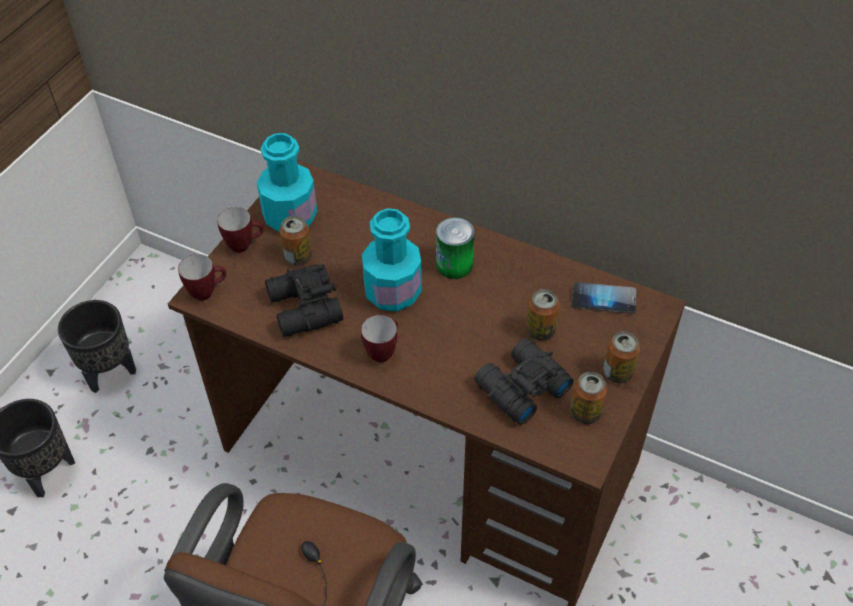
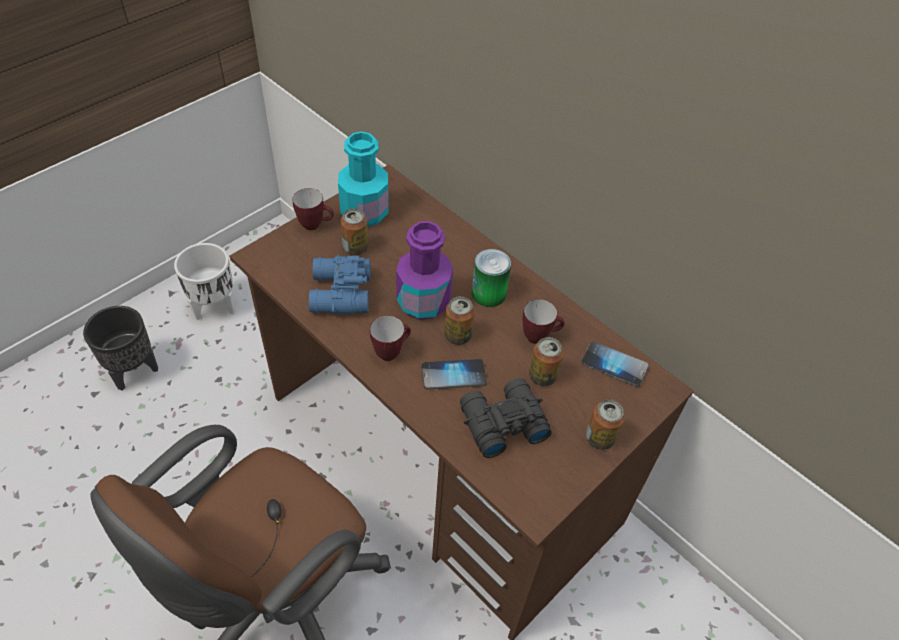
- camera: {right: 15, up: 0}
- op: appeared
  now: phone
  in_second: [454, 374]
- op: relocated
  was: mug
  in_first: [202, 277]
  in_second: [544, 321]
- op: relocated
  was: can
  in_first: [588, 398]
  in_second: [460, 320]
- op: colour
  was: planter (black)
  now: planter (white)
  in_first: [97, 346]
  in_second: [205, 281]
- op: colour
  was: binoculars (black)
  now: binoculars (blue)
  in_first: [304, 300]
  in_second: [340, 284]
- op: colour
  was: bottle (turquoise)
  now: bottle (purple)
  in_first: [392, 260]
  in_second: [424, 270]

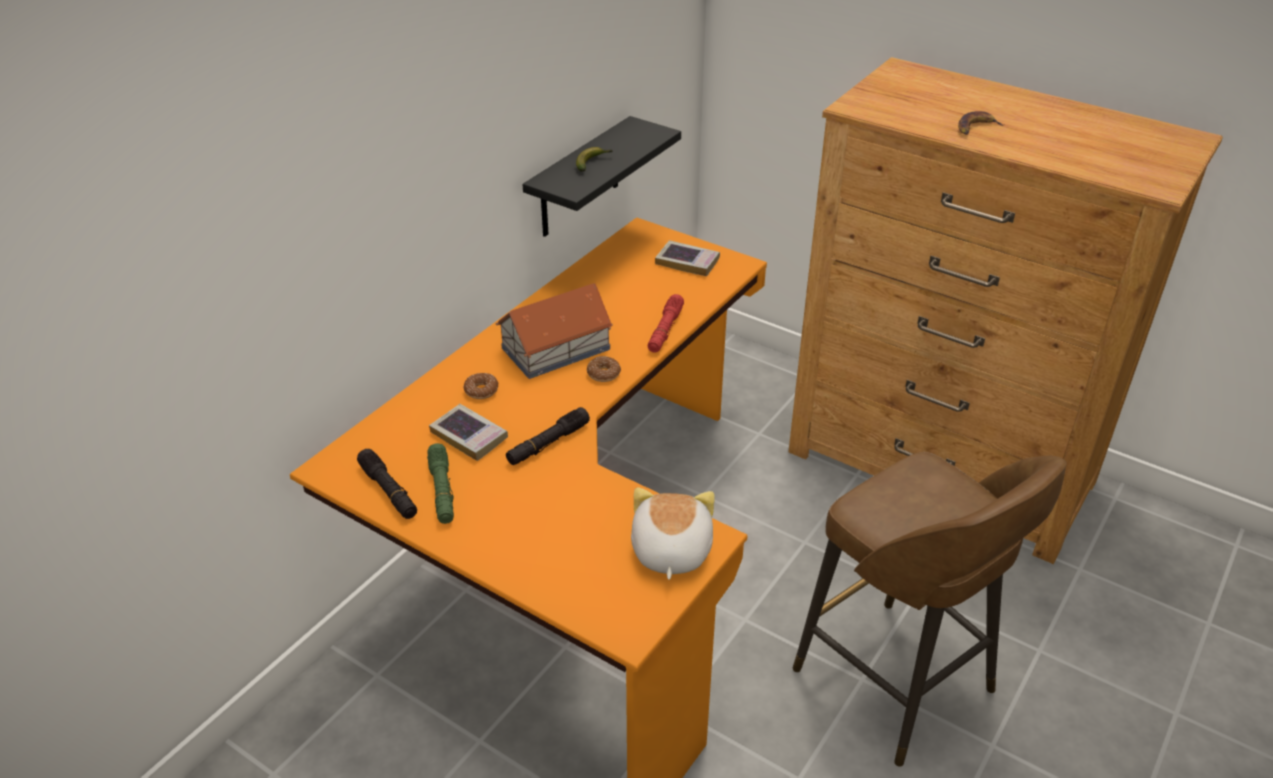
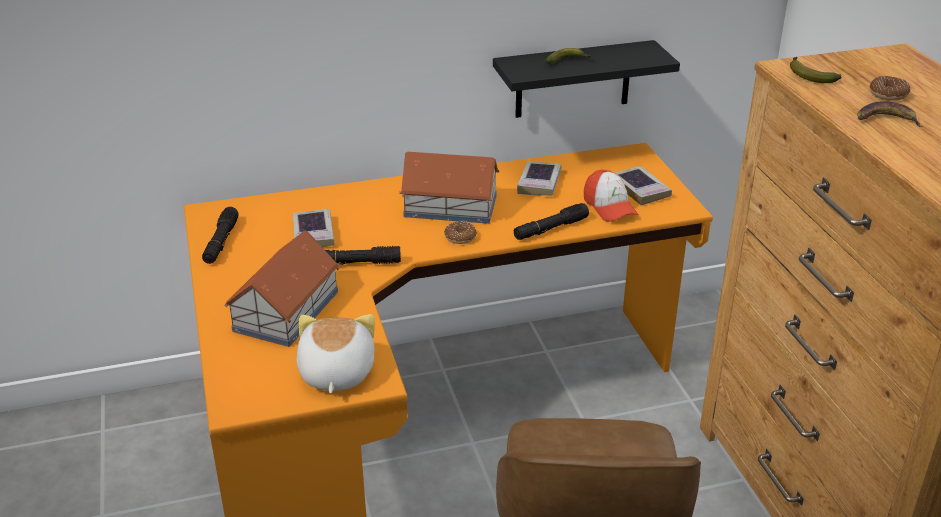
- camera: {right: 40, up: -5}
- op: missing
  was: flashlight (green)
  in_first: [440, 483]
- op: appeared
  now: toy house
  in_second: [281, 288]
- op: appeared
  now: book
  in_second: [539, 178]
- op: appeared
  now: cap
  in_second: [611, 196]
- op: appeared
  now: banana
  in_second: [816, 70]
- op: relocated
  was: donut
  in_first: [480, 386]
  in_second: [890, 88]
- op: colour
  was: flashlight (red)
  now: flashlight (black)
  in_first: [666, 323]
  in_second: [551, 221]
- op: spun
  was: plush toy
  in_first: [673, 533]
  in_second: [335, 354]
  clockwise: -45

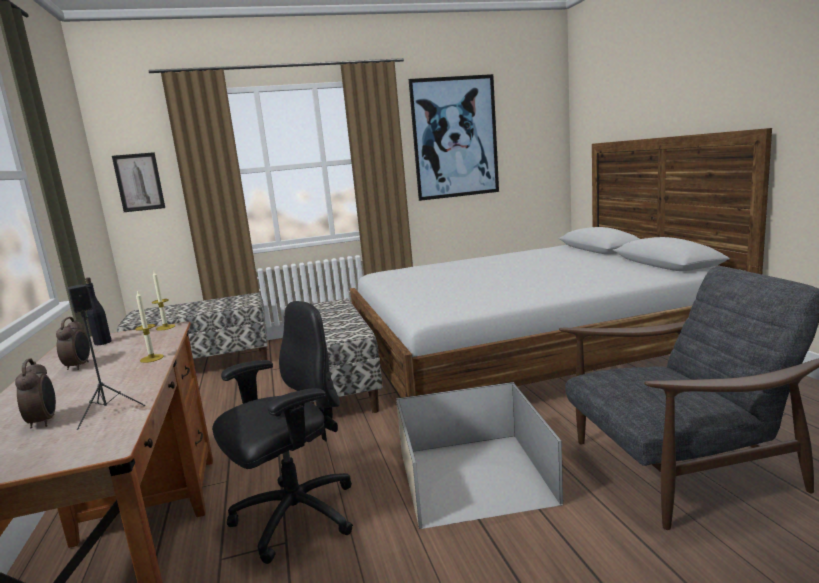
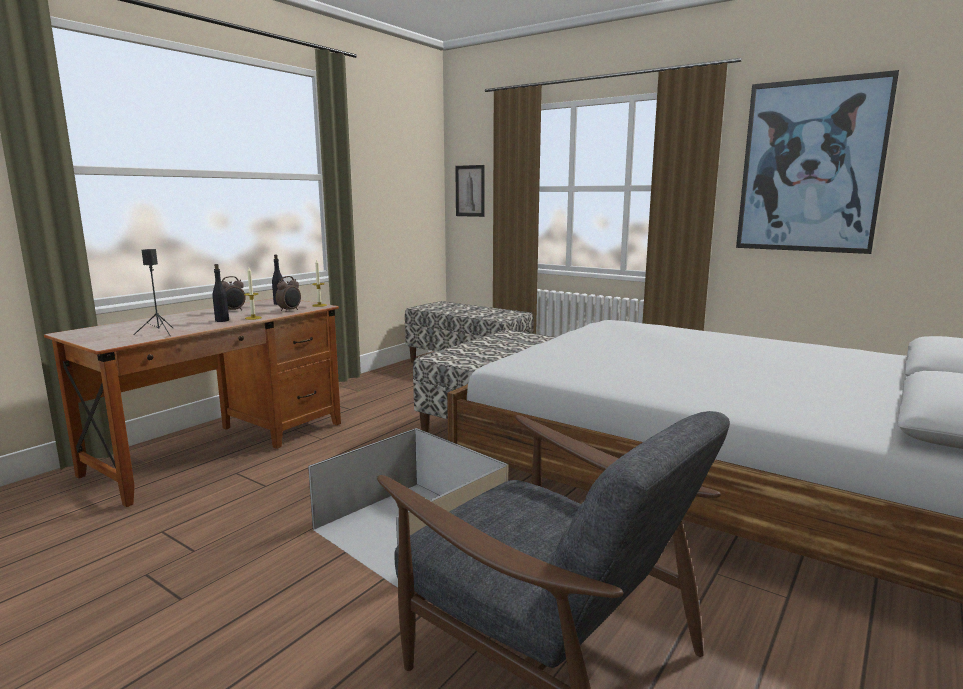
- camera: {right: 50, up: 0}
- op: missing
  was: office chair (black)
  in_first: [282, 432]
- op: appeared
  now: bottle (black)
  in_second: [221, 293]
- op: relocated
  was: alarm clock
  in_first: [35, 393]
  in_second: [288, 294]

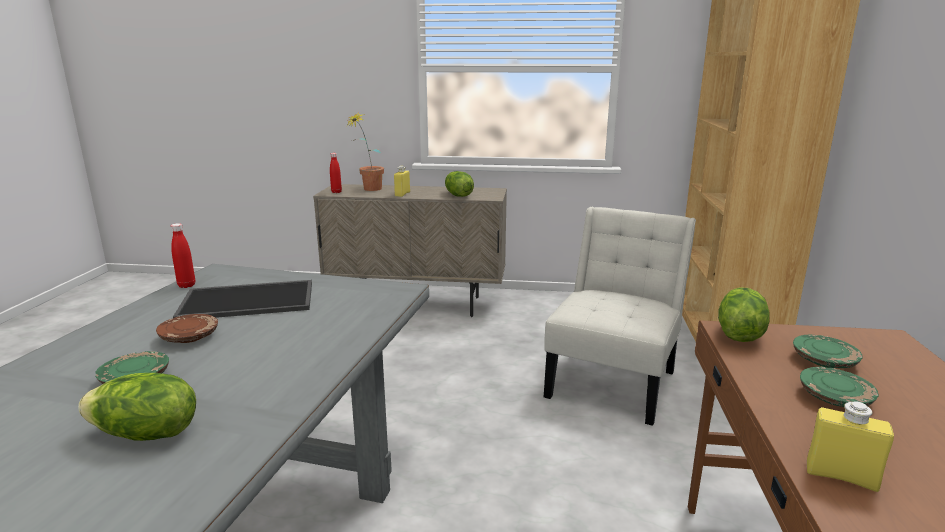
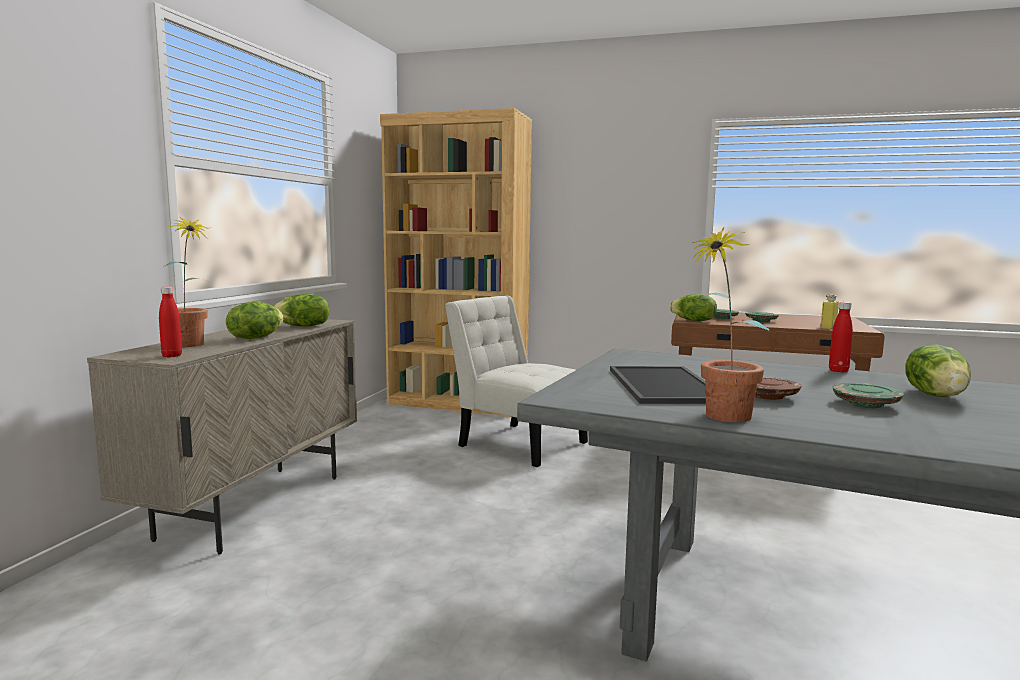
- camera: {right: -80, up: -10}
- op: appeared
  now: potted plant
  in_second: [730, 324]
- op: relocated
  was: bottle (red)
  in_first: [183, 255]
  in_second: [841, 337]
- op: exchanged
  was: bottle (yellow)
  now: lettuce
  in_first: [402, 181]
  in_second: [255, 320]

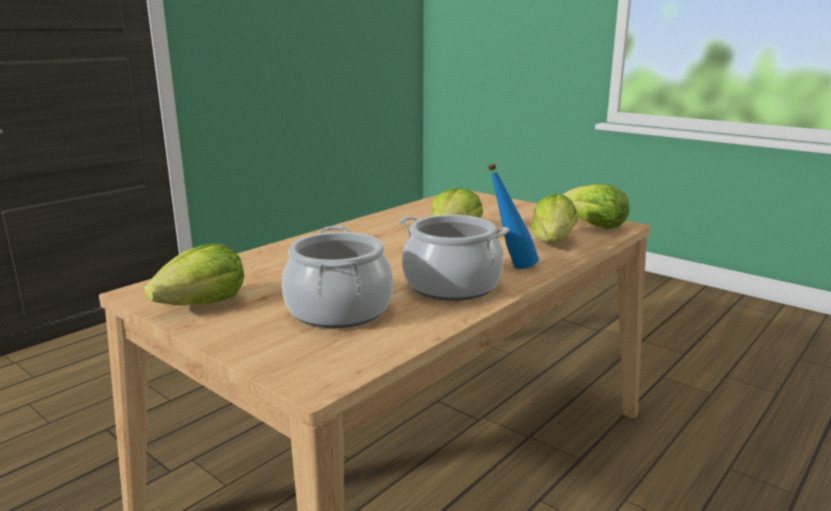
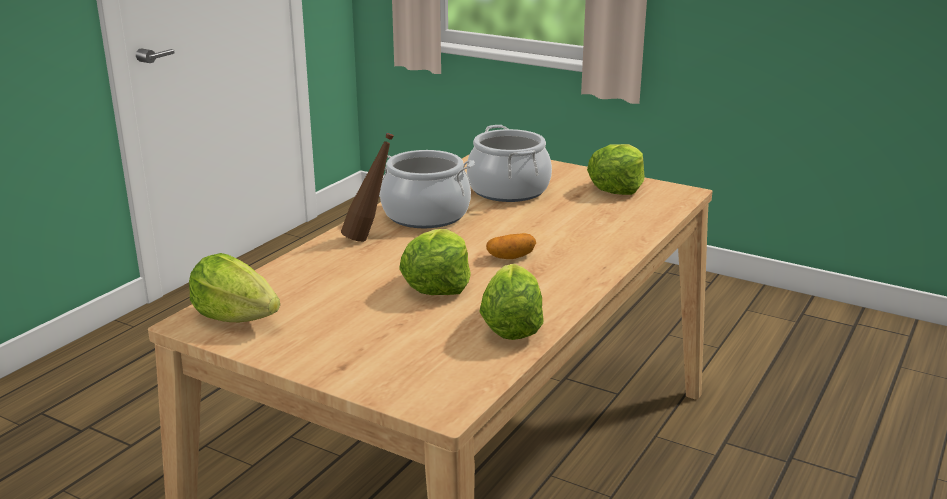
- camera: {right: 170, up: 5}
- op: appeared
  now: potato
  in_second: [511, 246]
- op: relocated
  was: lettuce
  in_first: [555, 218]
  in_second: [511, 302]
- op: colour
  was: bottle (blue)
  now: bottle (brown)
  in_first: [513, 216]
  in_second: [367, 187]

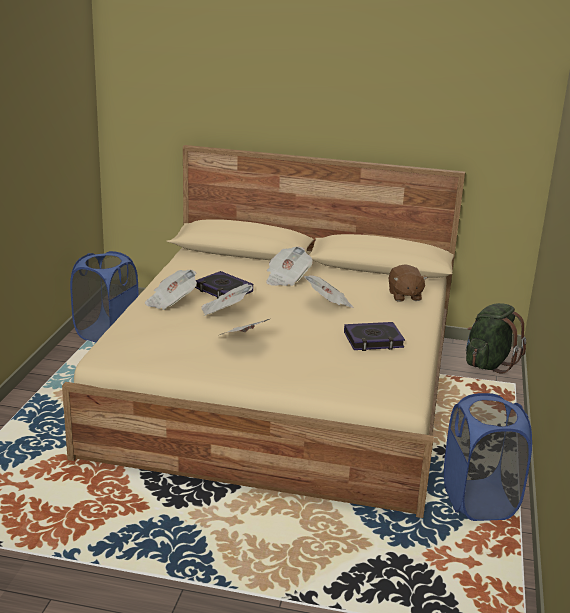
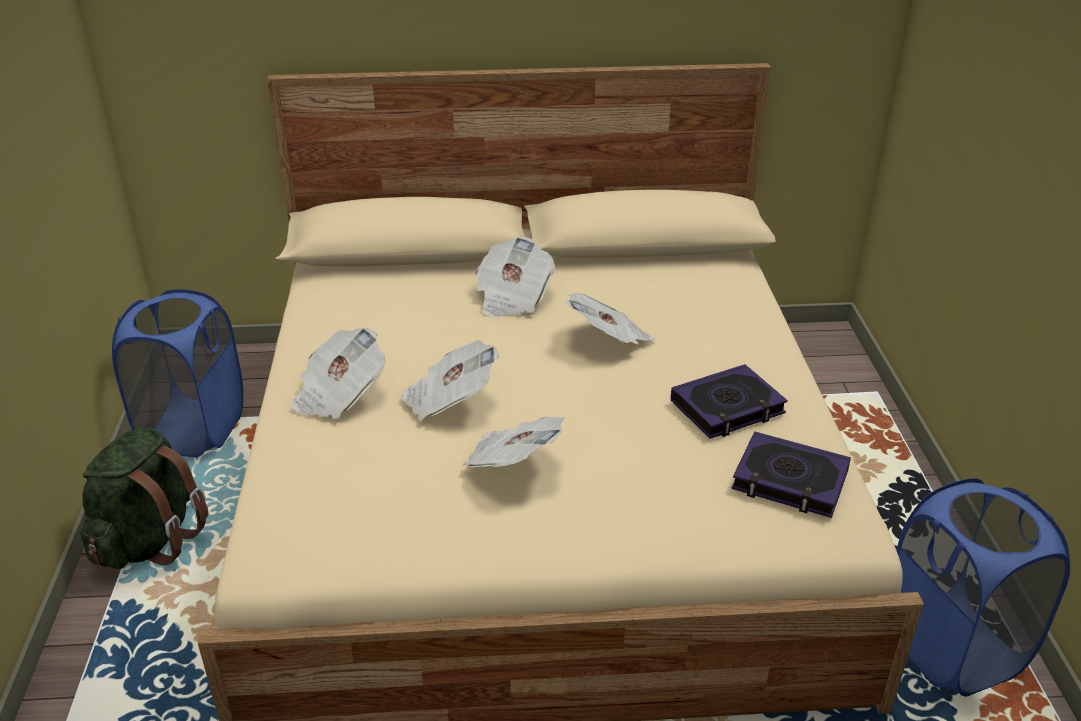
- camera: {right: -15, up: 10}
- op: missing
  was: plush toy (brown)
  in_first: [408, 283]
- op: relocated
  was: book
  in_first: [224, 285]
  in_second: [791, 475]
- op: relocated
  was: backpack (green)
  in_first: [496, 338]
  in_second: [145, 498]

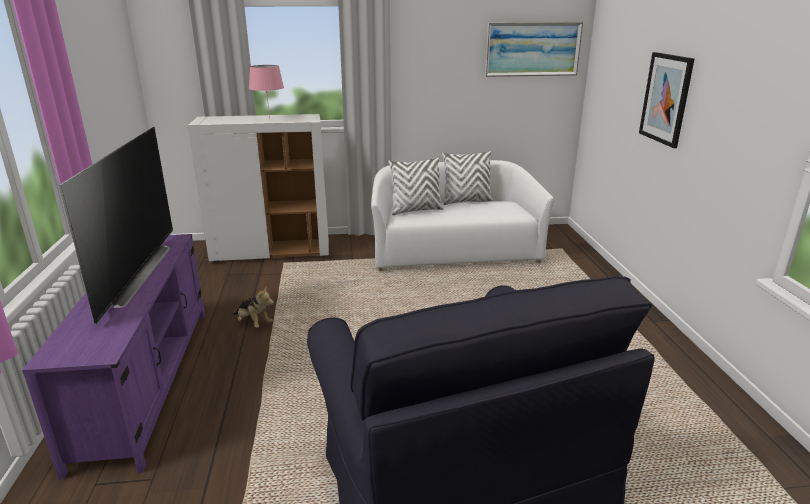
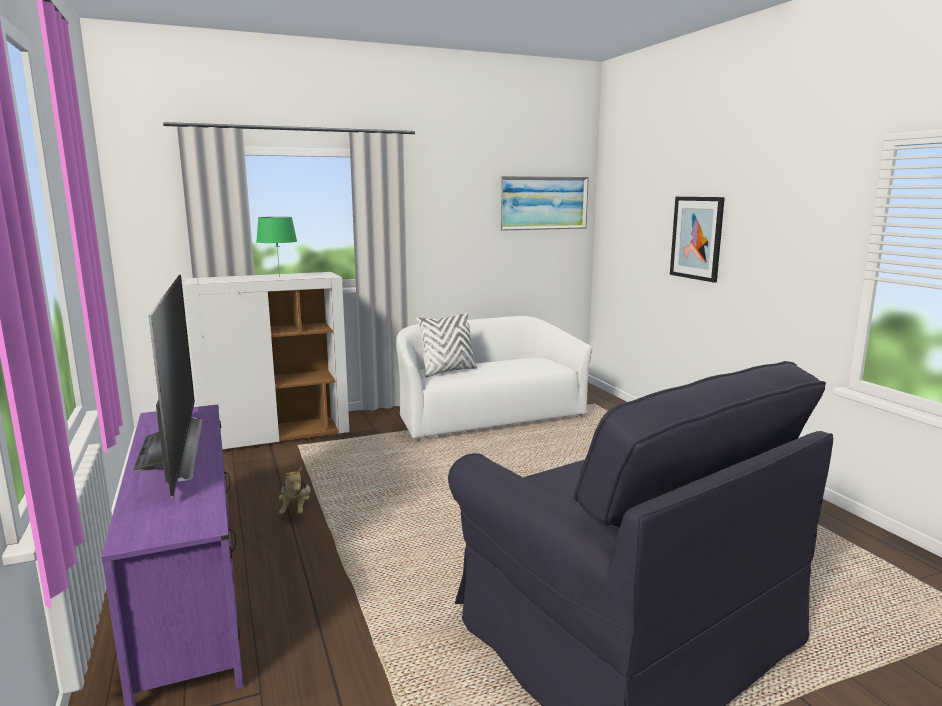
- camera: {right: -15, up: -10}
- op: missing
  was: pillow (white)
  in_first: [467, 178]
- op: colour
  was: table lamp (pink)
  now: table lamp (green)
  in_first: [266, 92]
  in_second: [277, 247]
- op: spun
  was: plush toy
  in_first: [253, 307]
  in_second: [294, 490]
  clockwise: 60

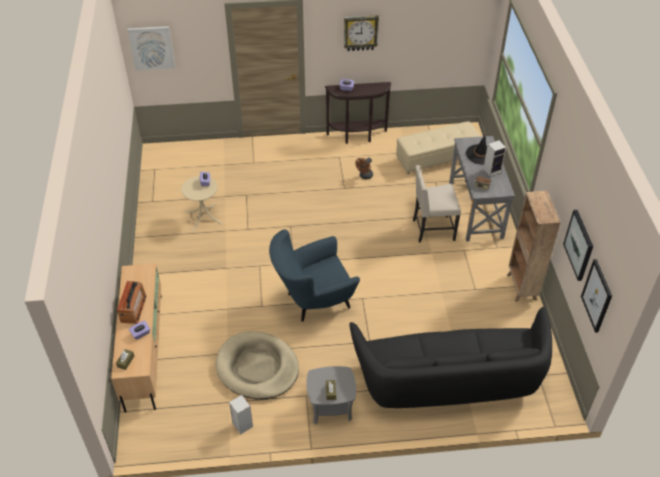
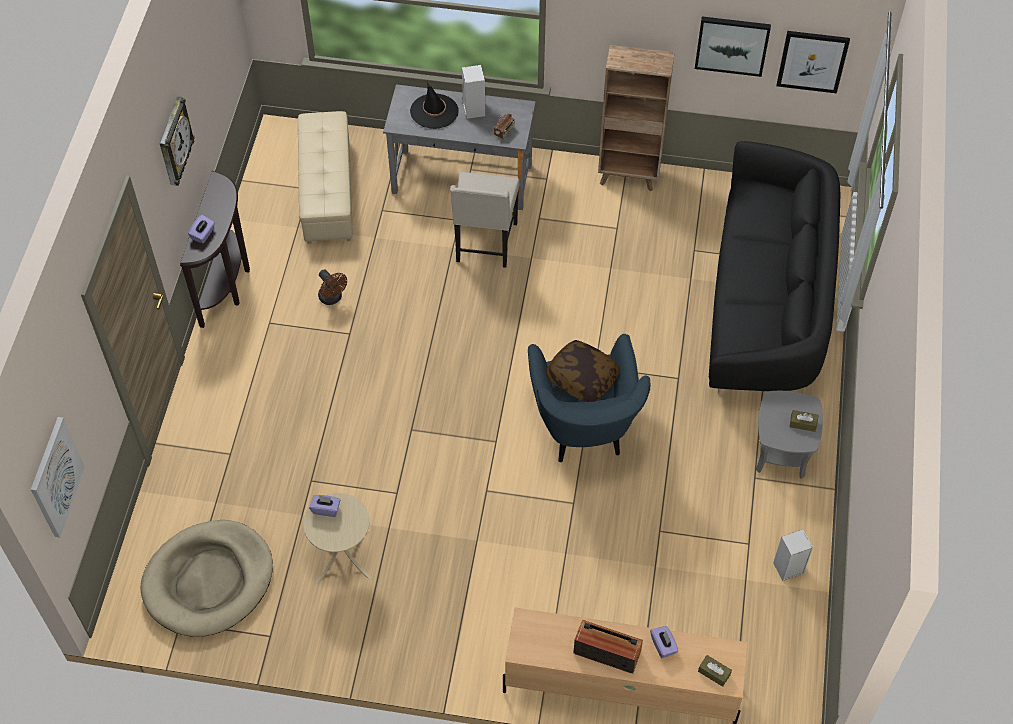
- camera: {right: -75, up: 10}
- op: appeared
  now: pillow
  in_second: [583, 371]
- op: relocated
  was: dog bed (beige)
  in_first: [257, 365]
  in_second: [206, 578]

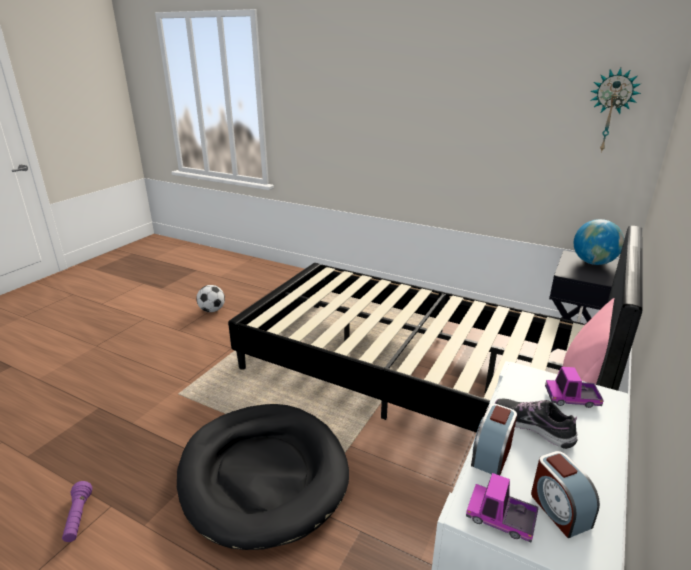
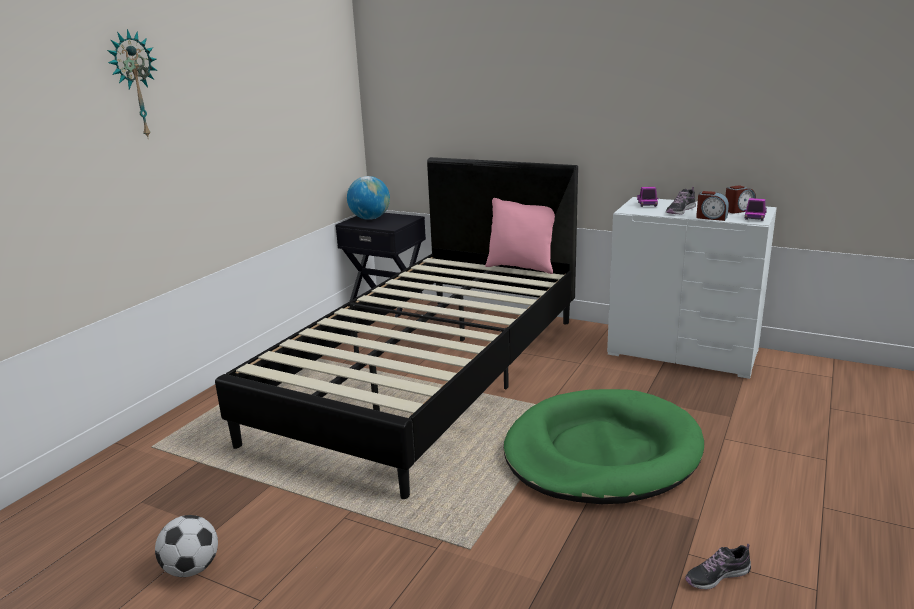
- camera: {right: -90, up: -5}
- op: relocated
  was: wall clock
  in_first: [615, 110]
  in_second: [132, 83]
- op: exchanged
  was: flashlight (purple)
  now: shoe
  in_first: [77, 511]
  in_second: [718, 566]
- op: colour
  was: dog bed (black)
  now: dog bed (green)
  in_first: [263, 477]
  in_second: [604, 446]

